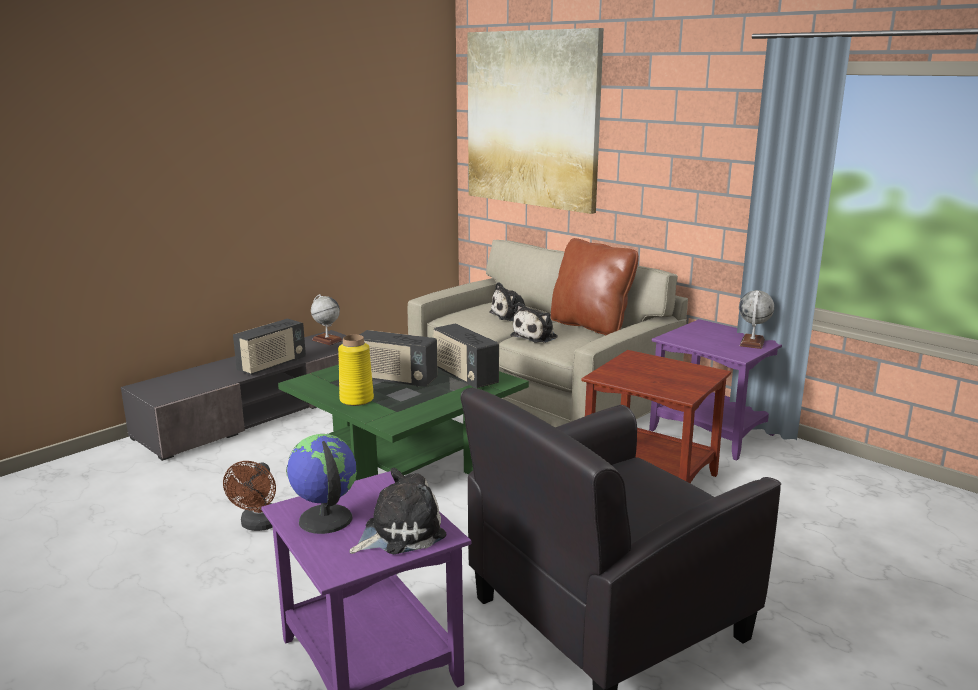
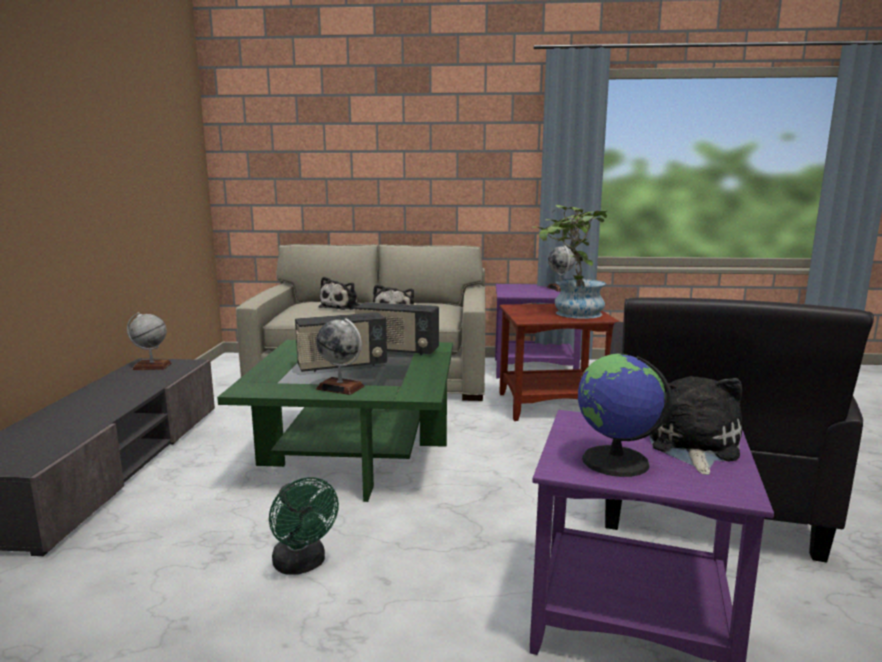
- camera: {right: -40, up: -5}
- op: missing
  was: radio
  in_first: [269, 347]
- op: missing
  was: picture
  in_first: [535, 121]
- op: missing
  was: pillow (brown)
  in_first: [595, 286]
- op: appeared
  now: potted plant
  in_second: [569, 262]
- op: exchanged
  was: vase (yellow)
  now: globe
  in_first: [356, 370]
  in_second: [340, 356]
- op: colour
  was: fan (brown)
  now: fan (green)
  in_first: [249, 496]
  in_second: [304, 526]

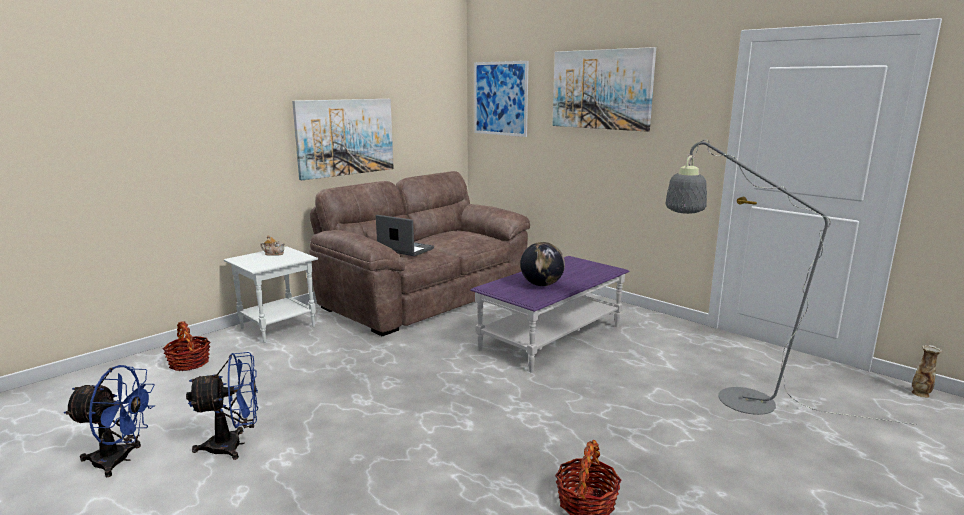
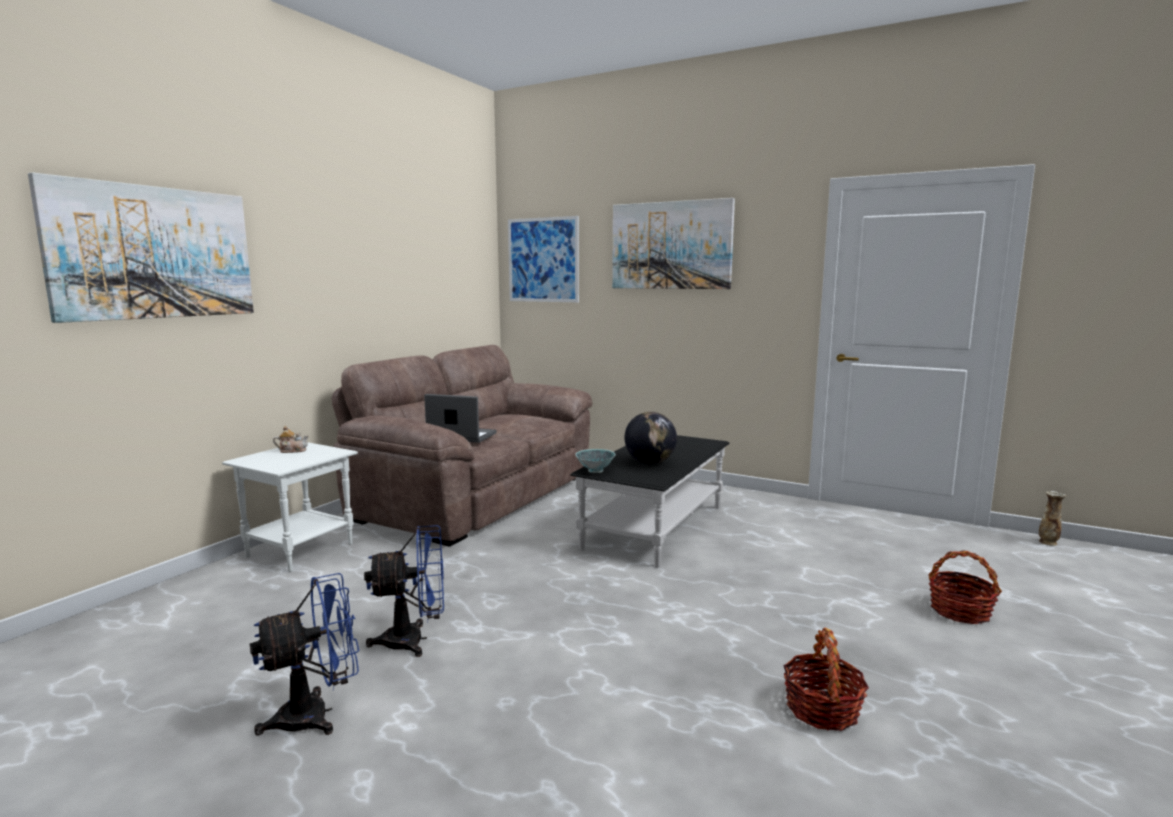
- camera: {right: -15, up: -5}
- op: missing
  was: floor lamp (grey)
  in_first: [791, 282]
- op: appeared
  now: bowl
  in_second: [595, 461]
- op: relocated
  was: fan (blue)
  in_first: [109, 421]
  in_second: [404, 591]
- op: relocated
  was: basket
  in_first: [187, 346]
  in_second: [965, 587]
- op: relocated
  was: picture
  in_first: [343, 139]
  in_second: [141, 247]
- op: colour
  was: coffee table (purple)
  now: coffee table (black)
  in_first: [550, 314]
  in_second: [649, 501]

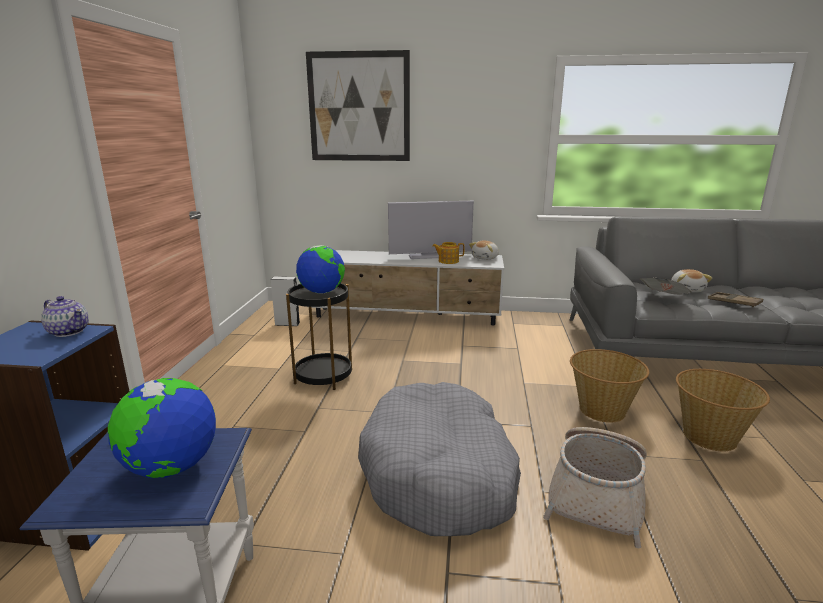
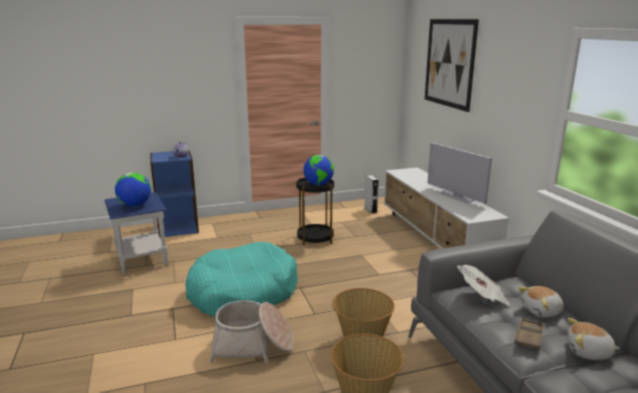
- camera: {right: 65, up: 0}
- op: missing
  was: teapot
  in_first: [448, 253]
- op: relocated
  was: plush toy
  in_first: [484, 250]
  in_second: [593, 339]
- op: colour
  was: dog bed (grey)
  now: dog bed (turquoise)
  in_first: [439, 459]
  in_second: [241, 279]

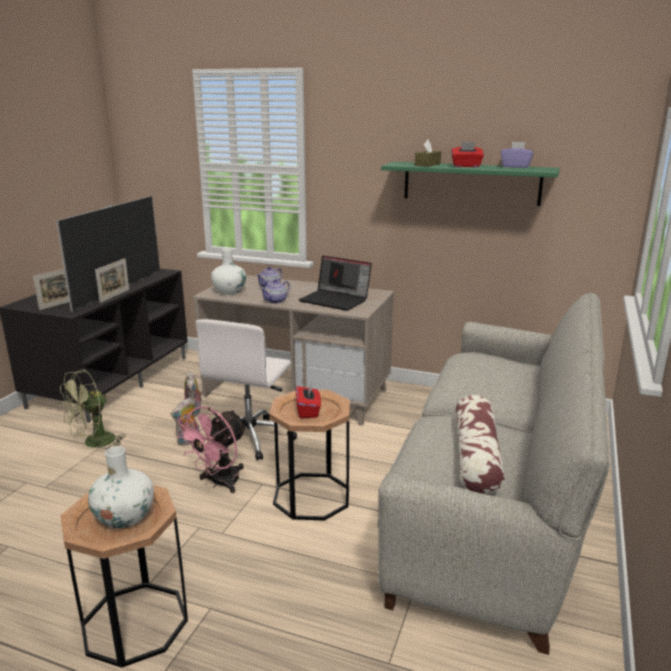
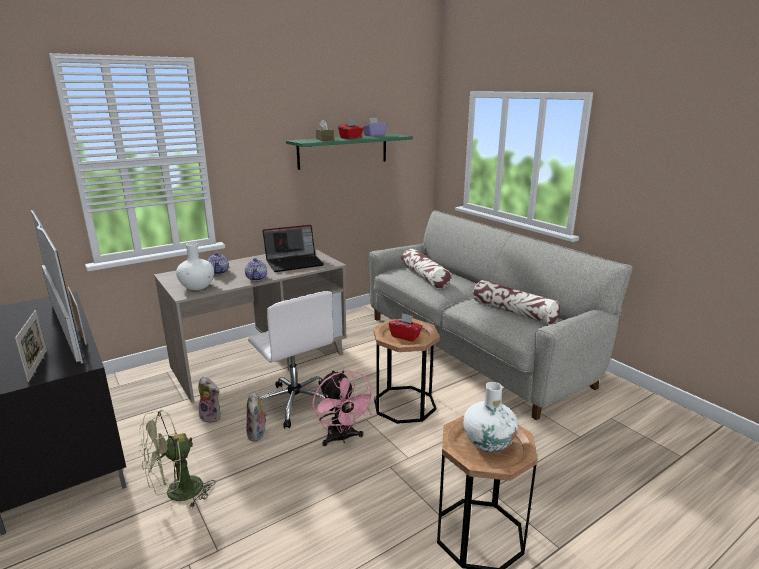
- camera: {right: -55, up: 0}
- op: appeared
  now: pillow
  in_second: [426, 269]
- op: spun
  was: fan (green)
  in_first: [92, 410]
  in_second: [177, 459]
  clockwise: 60

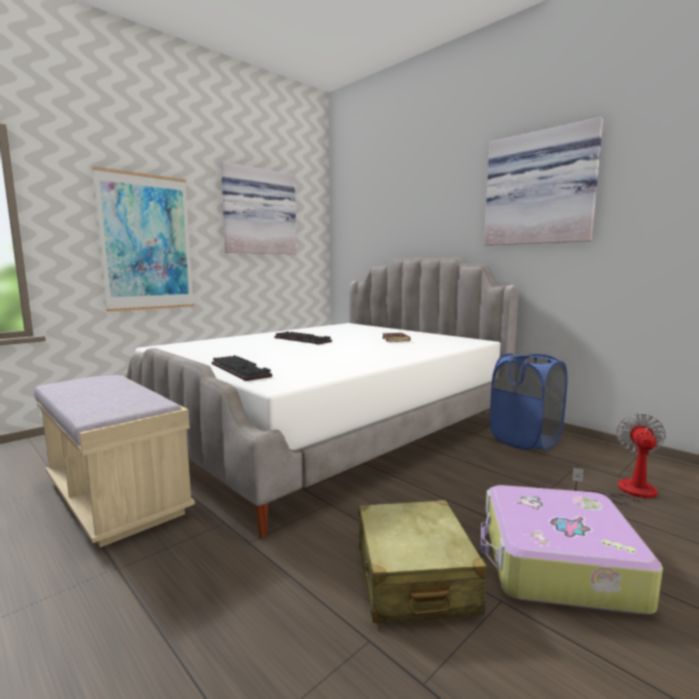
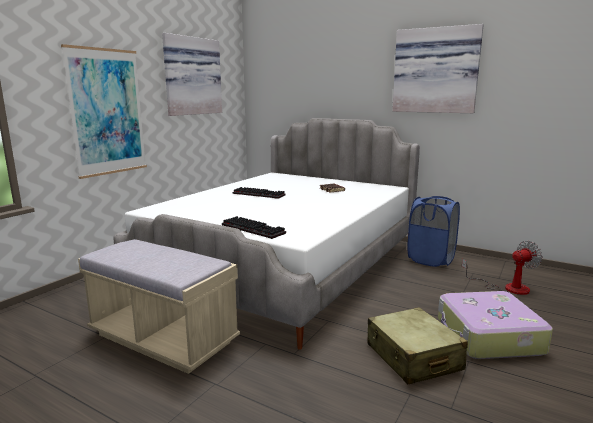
- camera: {right: -15, up: 5}
- op: spun
  was: fan
  in_first: [619, 458]
  in_second: [502, 268]
  clockwise: 60

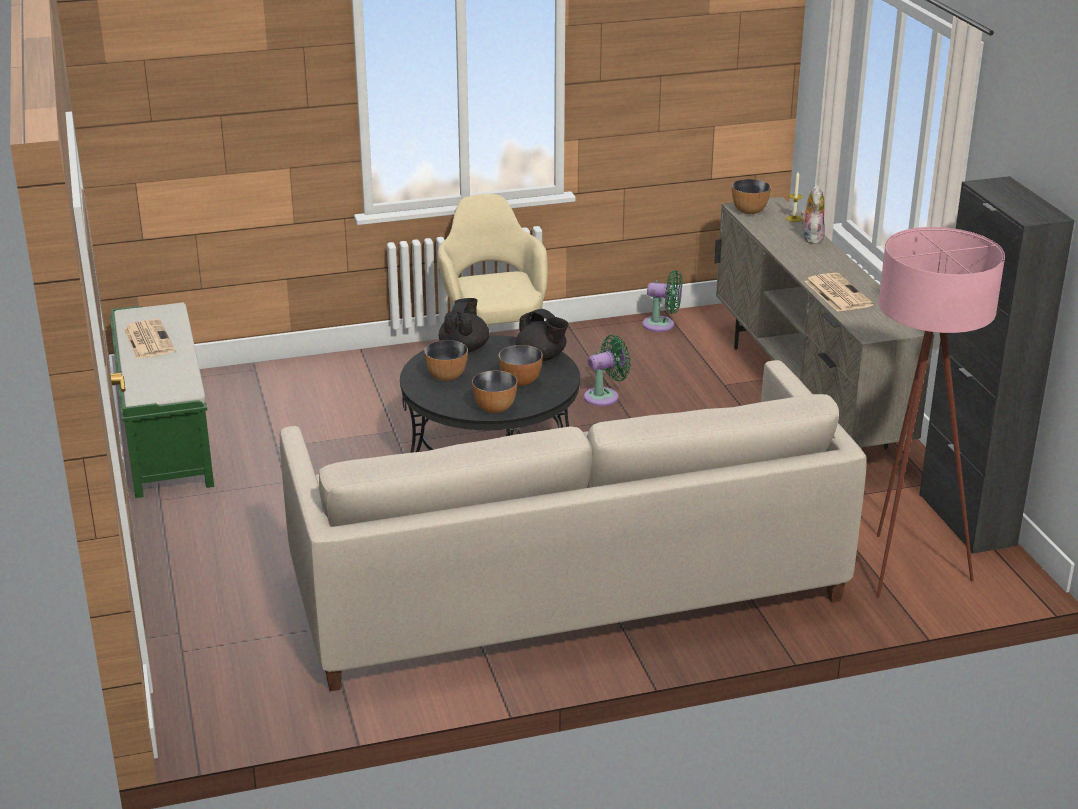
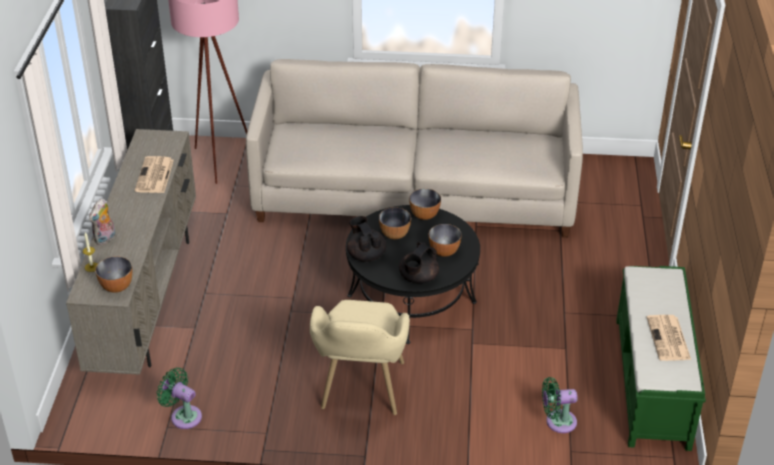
- camera: {right: -160, up: 10}
- op: relocated
  was: fan (green)
  in_first: [607, 370]
  in_second: [560, 405]

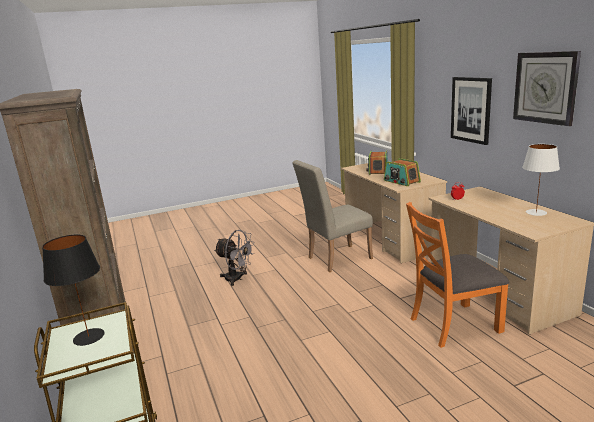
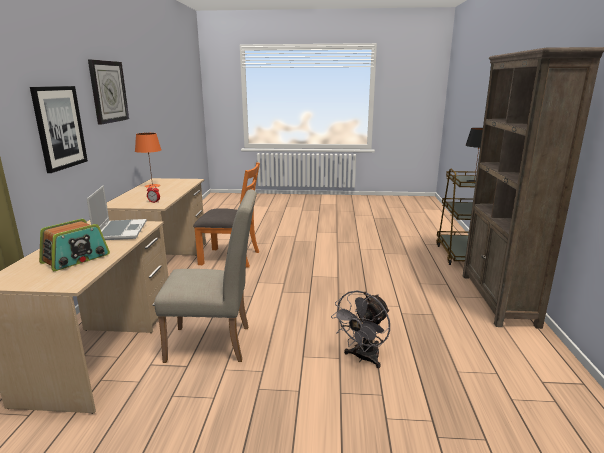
- camera: {right: -155, up: 0}
- op: exchanged
  was: radio
  now: laptop
  in_first: [402, 172]
  in_second: [117, 212]
- op: colour
  was: table lamp (white)
  now: table lamp (orange)
  in_first: [541, 180]
  in_second: [148, 160]
- op: spun
  was: fan (grey)
  in_first: [234, 258]
  in_second: [360, 329]
  clockwise: -105

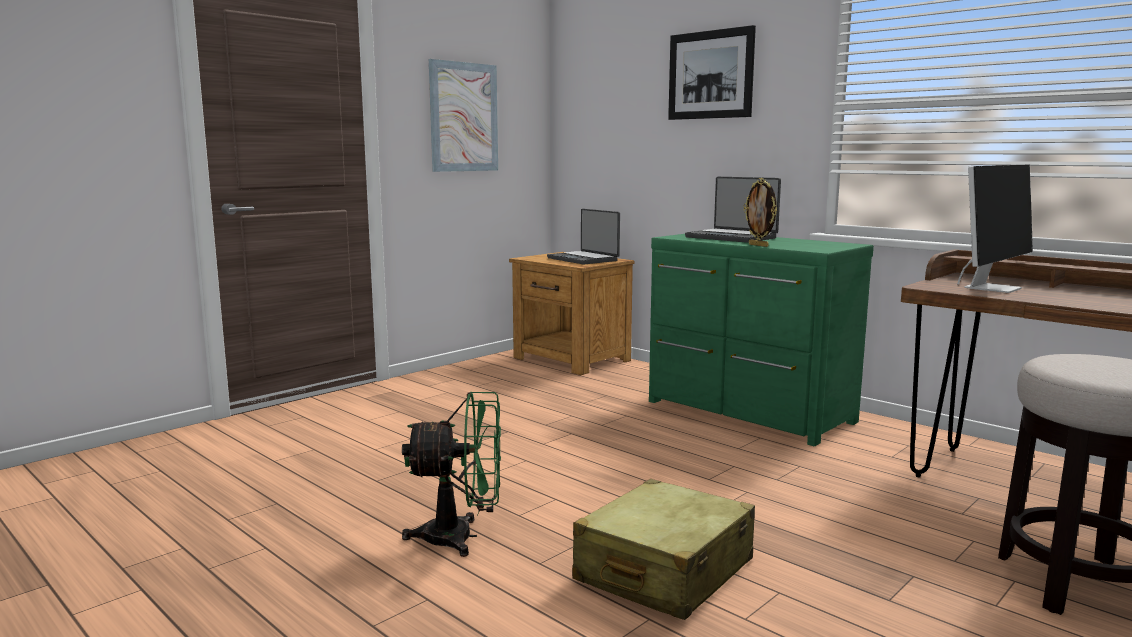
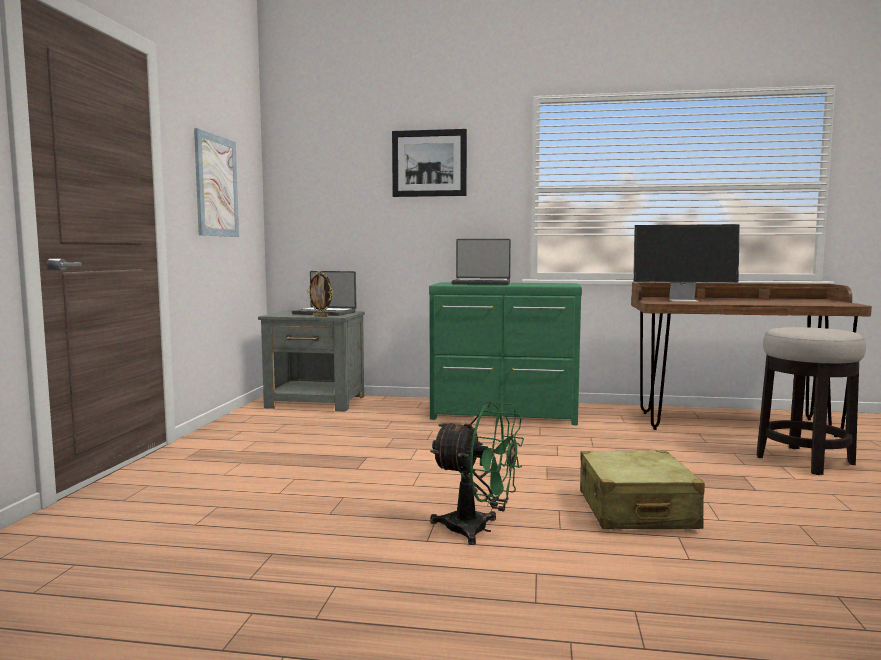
- camera: {right: -35, up: -5}
- op: relocated
  was: picture frame
  in_first: [760, 212]
  in_second: [320, 294]
- op: colour
  was: nightstand (brown)
  now: nightstand (grey)
  in_first: [571, 313]
  in_second: [311, 360]
- op: spun
  was: fan (green)
  in_first: [451, 474]
  in_second: [477, 473]
  clockwise: 60
- op: spun
  was: monitor
  in_first: [995, 228]
  in_second: [686, 263]
  clockwise: 90

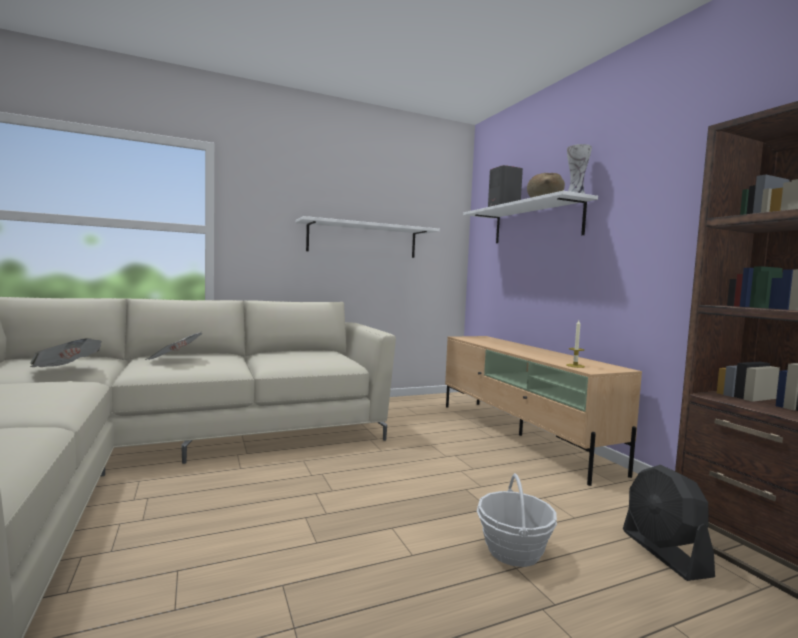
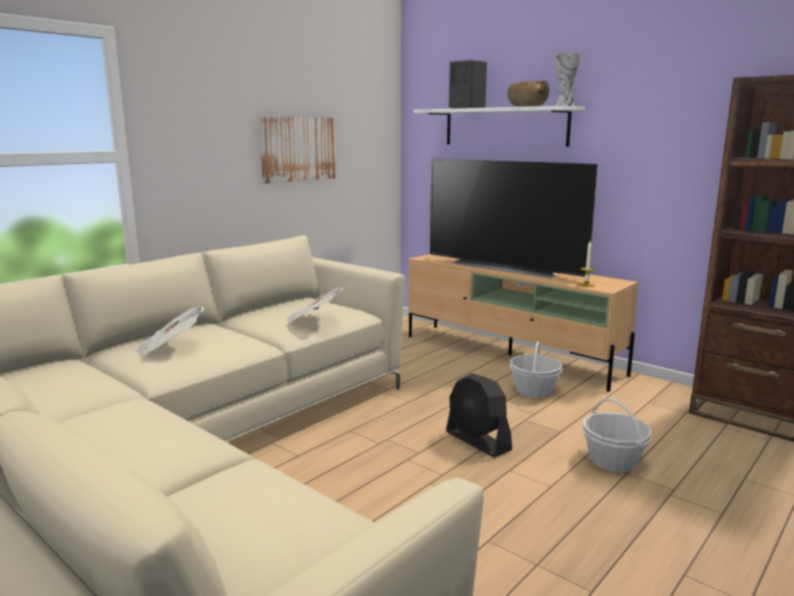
- camera: {right: -25, up: 10}
- op: appeared
  now: television
  in_second: [514, 218]
- op: appeared
  now: basket
  in_second: [536, 369]
- op: relocated
  was: newspaper
  in_first: [66, 352]
  in_second: [315, 305]
- op: relocated
  was: fan (black)
  in_first: [669, 523]
  in_second: [479, 415]
- op: exchanged
  was: shelf (white)
  now: picture
  in_first: [367, 237]
  in_second: [298, 150]

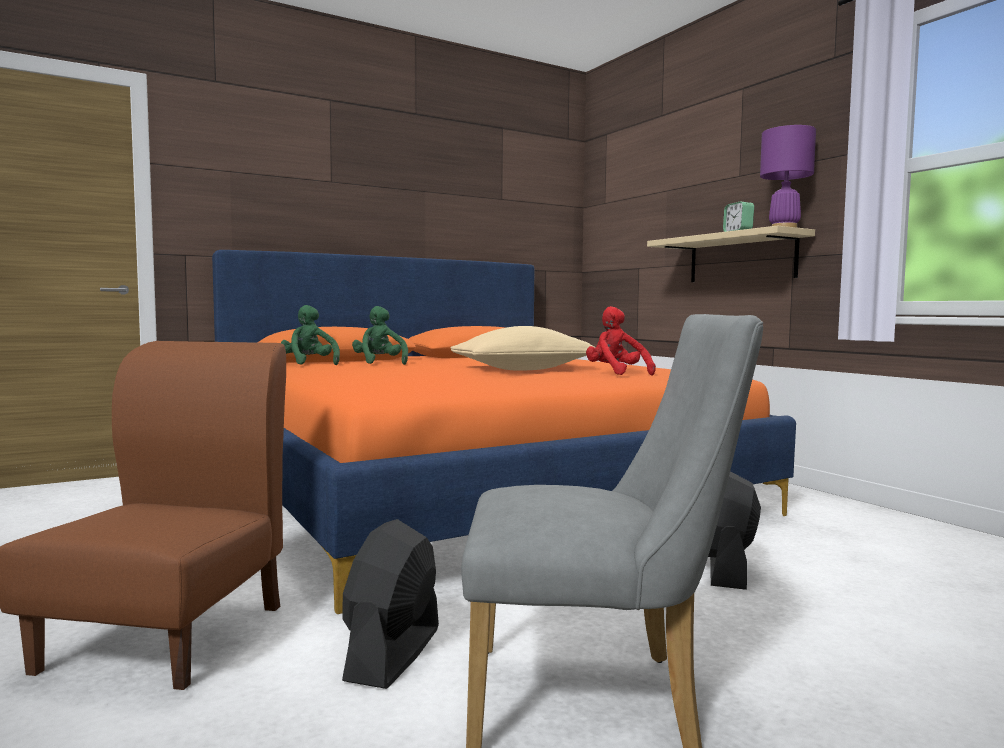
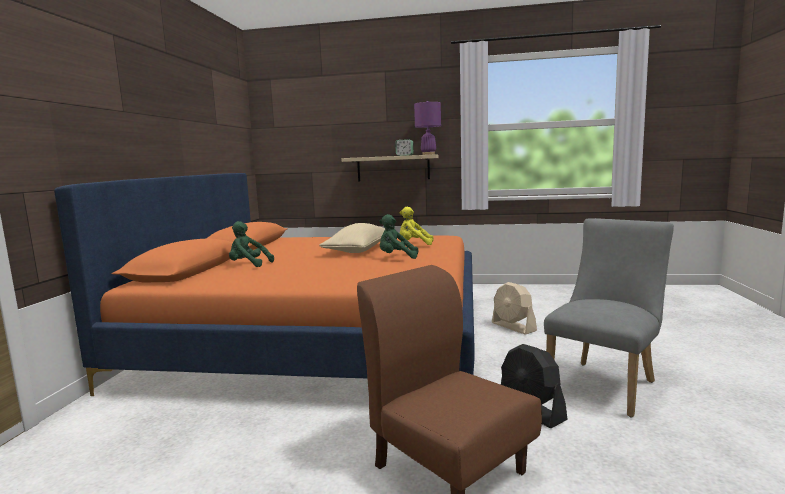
- camera: {right: -50, up: 5}
- op: relocated
  was: plush toy (green)
  in_first: [310, 335]
  in_second: [398, 236]
- op: colour
  was: plush toy (red)
  now: plush toy (yellow)
  in_first: [621, 340]
  in_second: [417, 226]
- op: colour
  was: fan (black)
  now: fan (beige)
  in_first: [734, 531]
  in_second: [514, 308]

